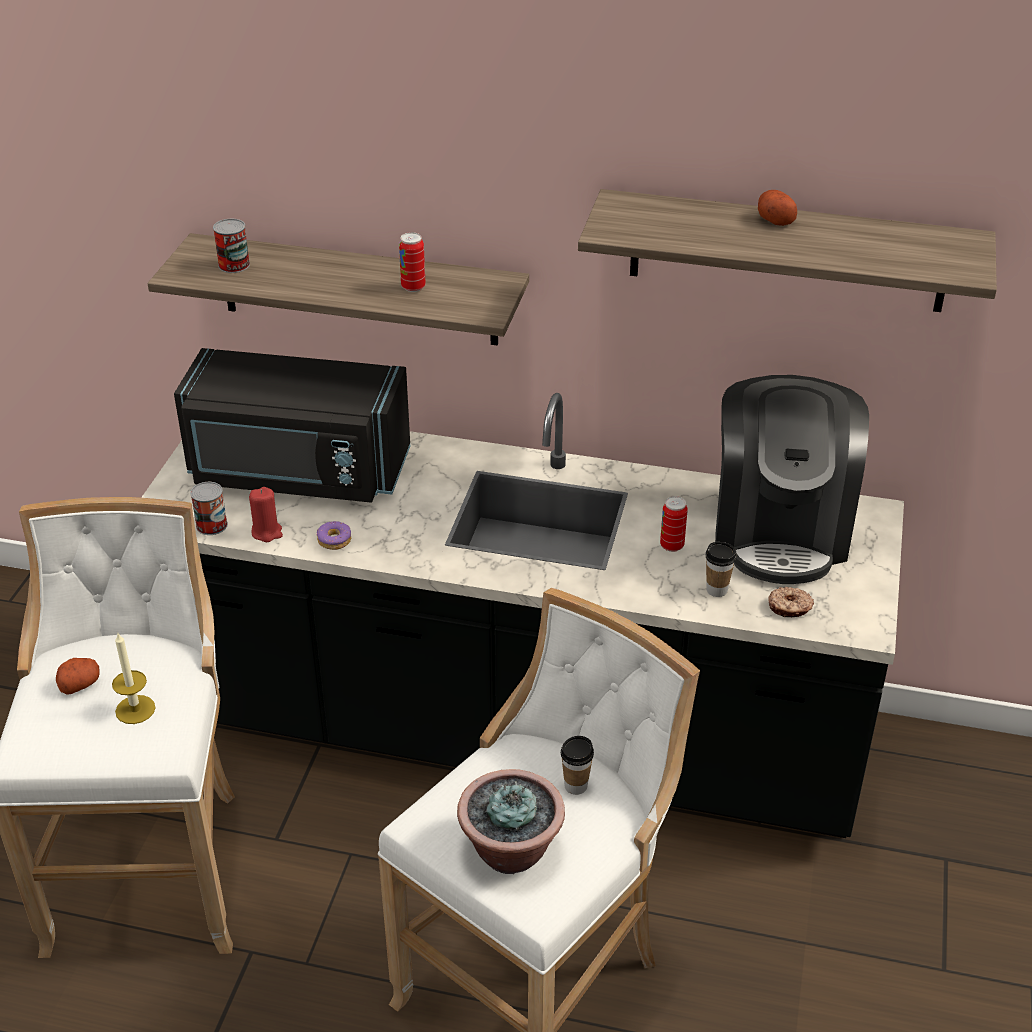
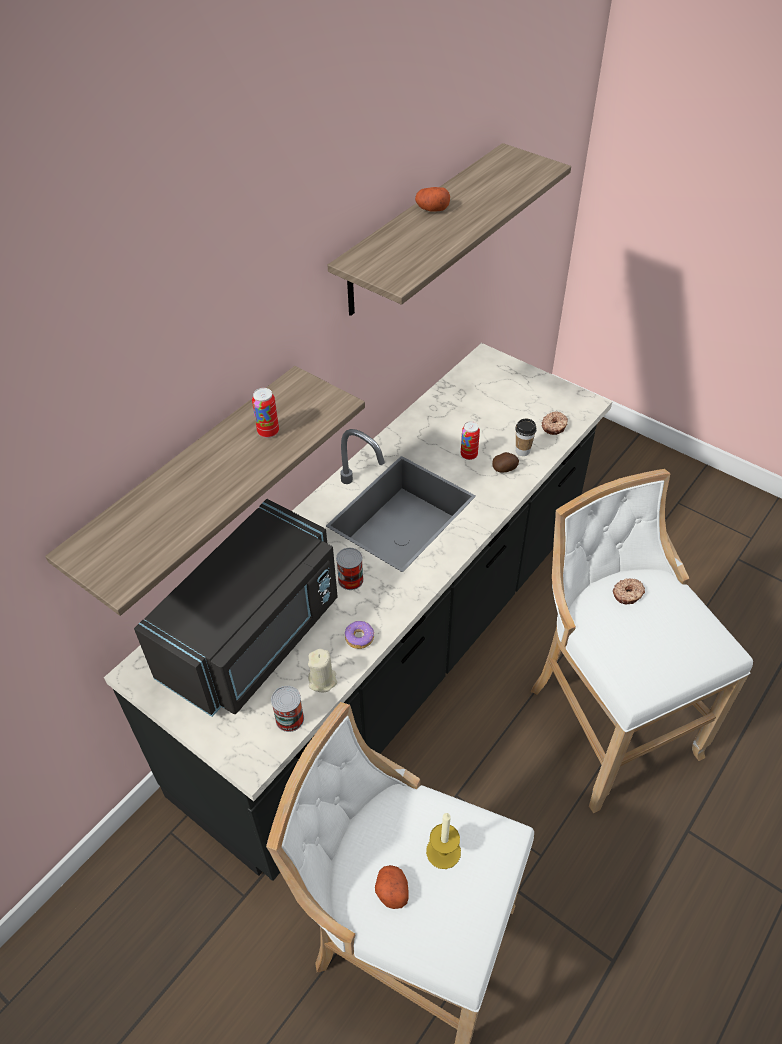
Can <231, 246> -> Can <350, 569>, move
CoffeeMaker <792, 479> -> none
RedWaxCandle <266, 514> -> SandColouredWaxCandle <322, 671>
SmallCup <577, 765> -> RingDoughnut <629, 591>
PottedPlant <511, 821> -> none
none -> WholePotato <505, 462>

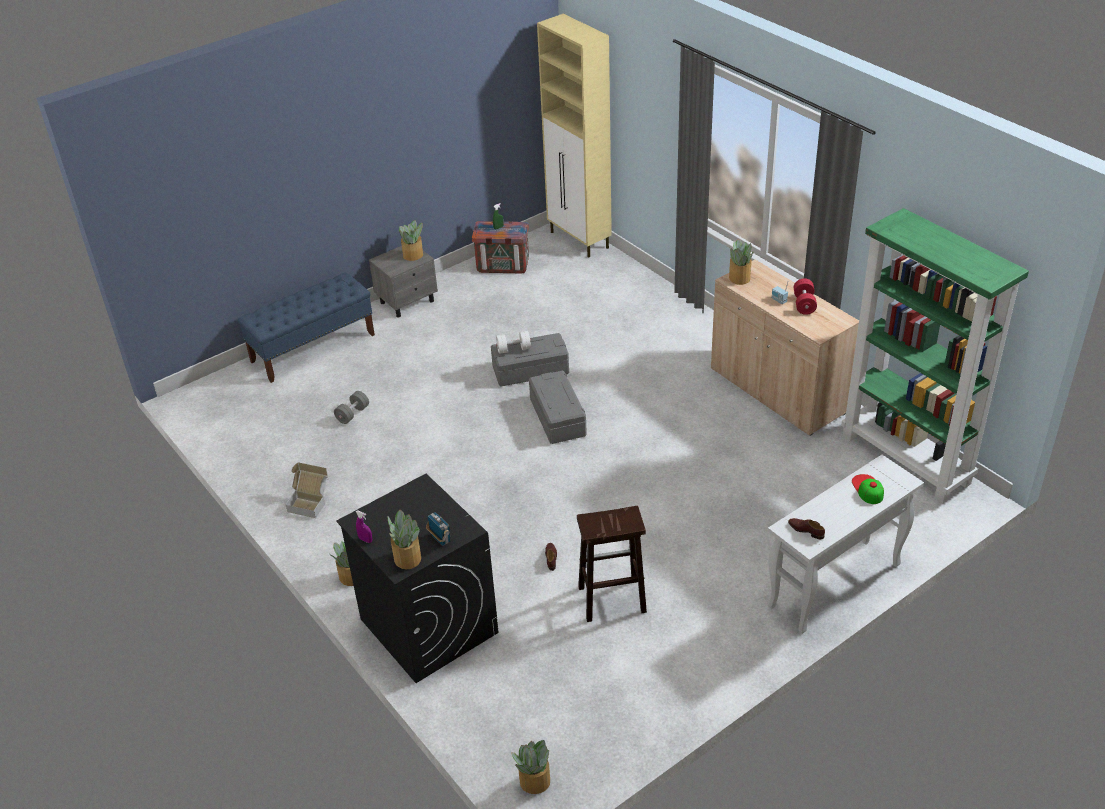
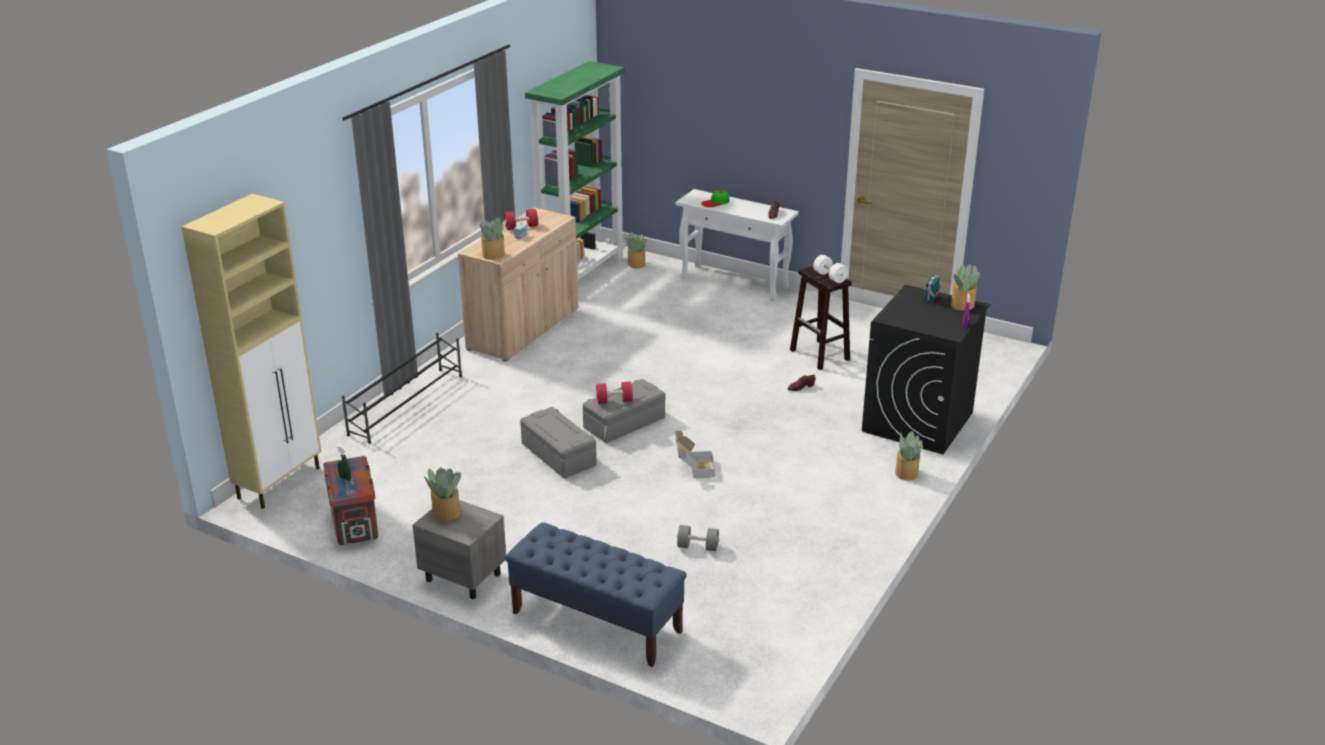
WhiteHandWeight <513, 342> -> WhiteHandWeight <830, 269>, move
PackingBox <306, 490> -> PackingBox <695, 454>, move
PottedPlant <530, 767> -> PottedPlant <636, 250>, move
none -> BlackShoeRack <402, 388>
none -> RedHandWeight <614, 392>

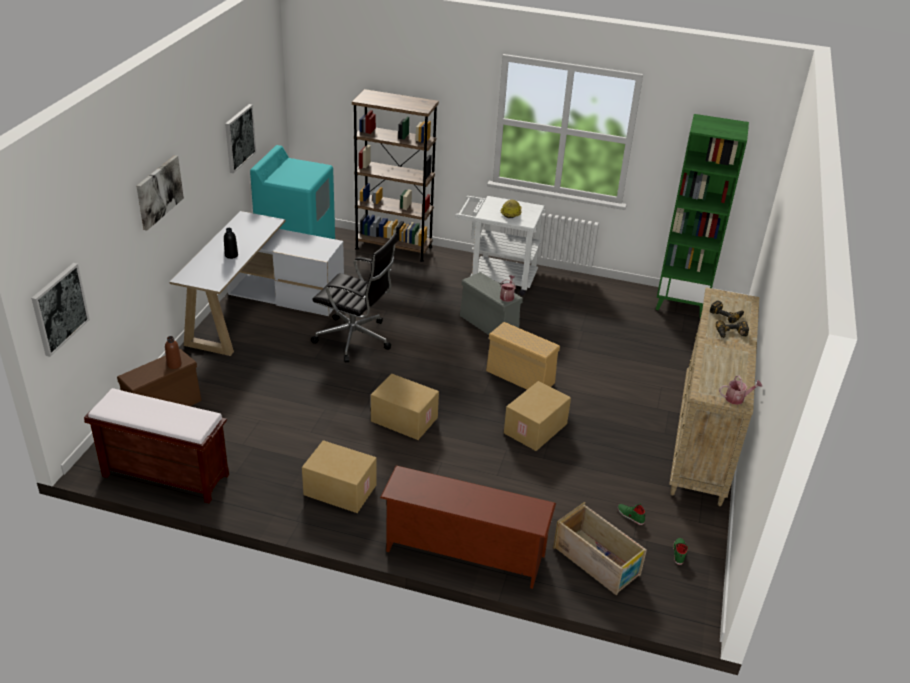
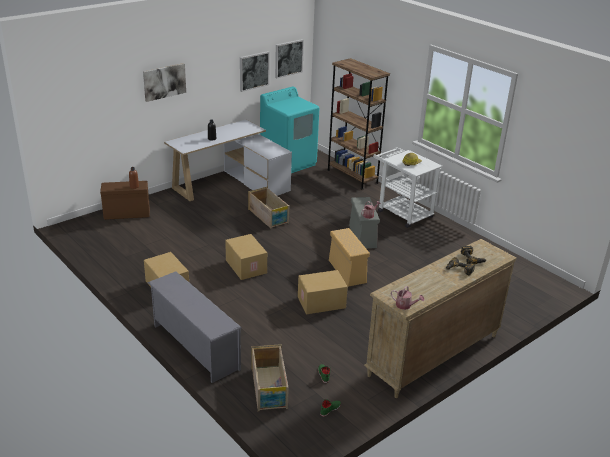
GreenColouredShelvingUnit <702, 216> -> none
BlackOfficeChair <354, 297> -> ShippingCrate <268, 208>
Picture <60, 310> -> Picture <289, 58>, move
BrownBench <156, 445> -> none
BrownShoeRack <468, 527> -> GreyishShoeRack <195, 327>

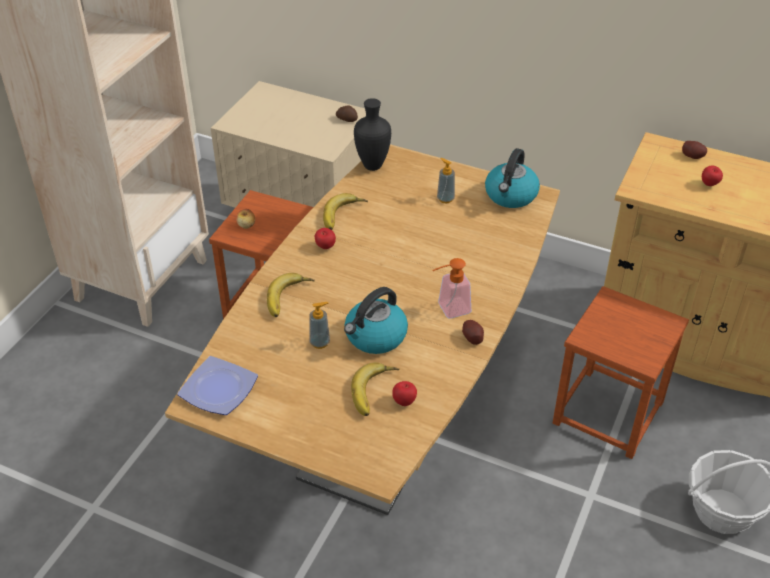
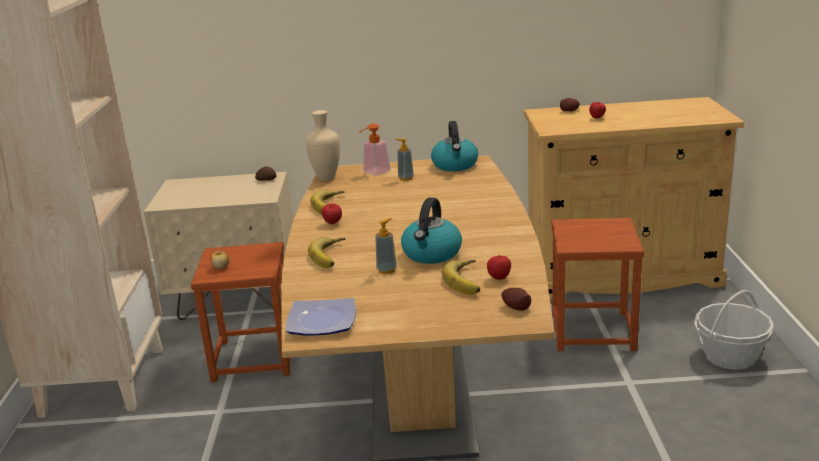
BlackFlowerVase <372, 134> -> SandColouredFlowerVase <323, 145>
LiquidSoapBottle <452, 288> -> LiquidSoapBottle <374, 149>, move
WholePotato <473, 332> -> WholePotato <516, 299>, move

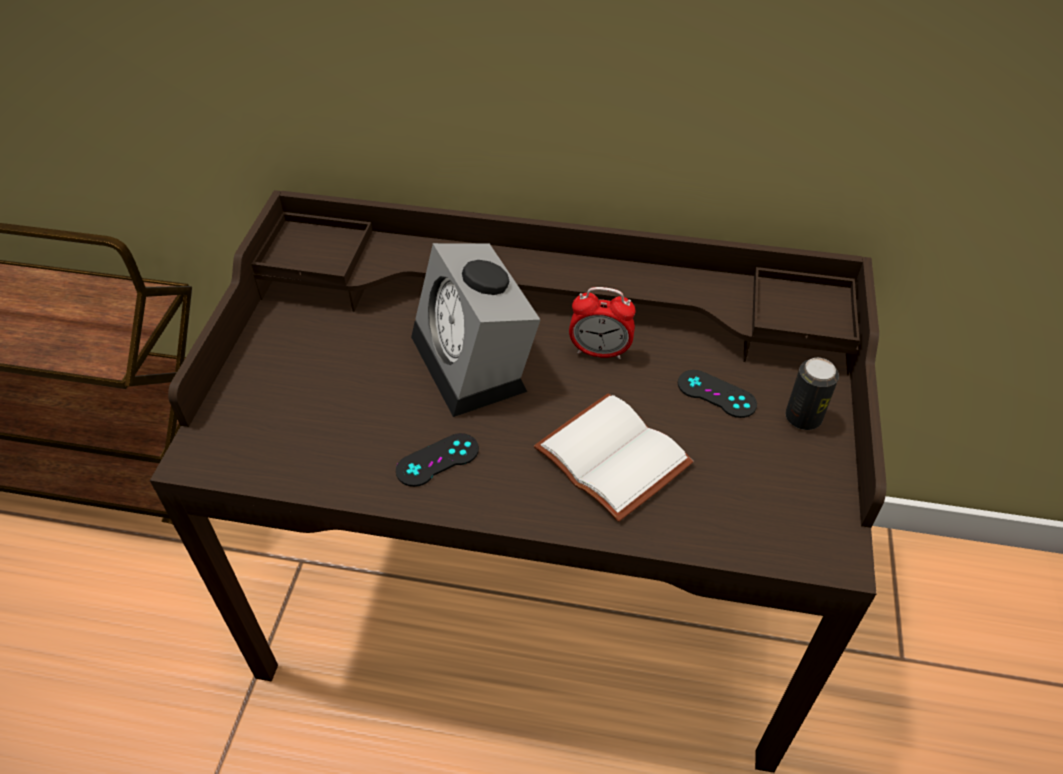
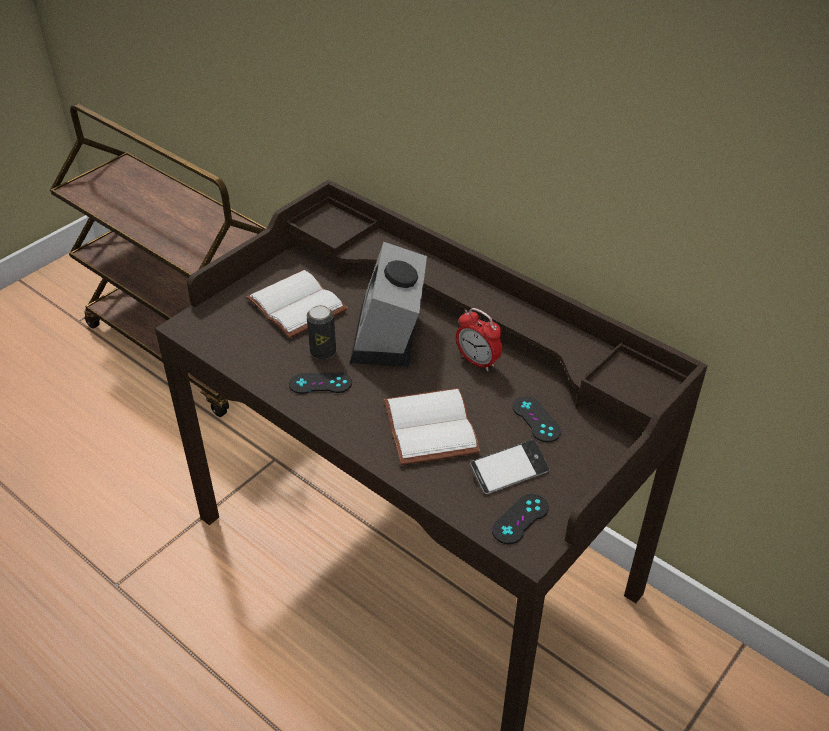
Can <812, 394> -> Can <321, 332>, move
none -> WhiteBoundBook <297, 304>
none -> Phone <509, 467>
none -> BlackGameController <520, 519>

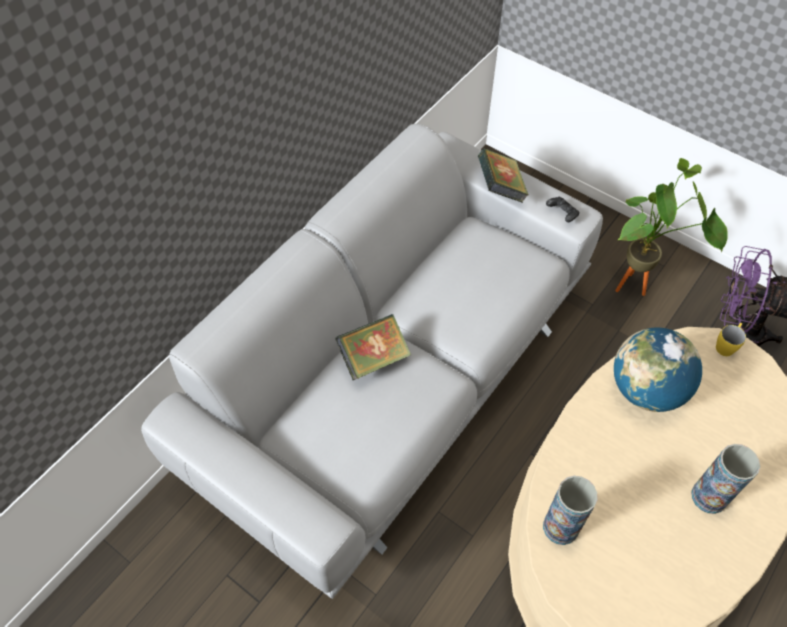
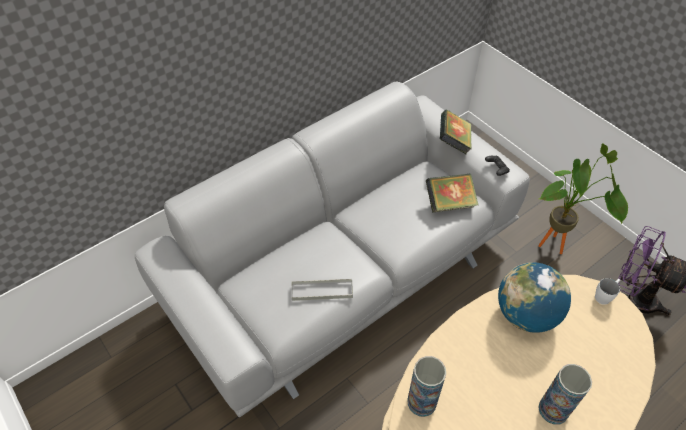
BoundBook <373, 347> -> BoundBook <452, 193>, move
YellowTeaMug <731, 339> -> WhiteTeaMug <607, 291>
none -> GreyishServingTray <322, 289>

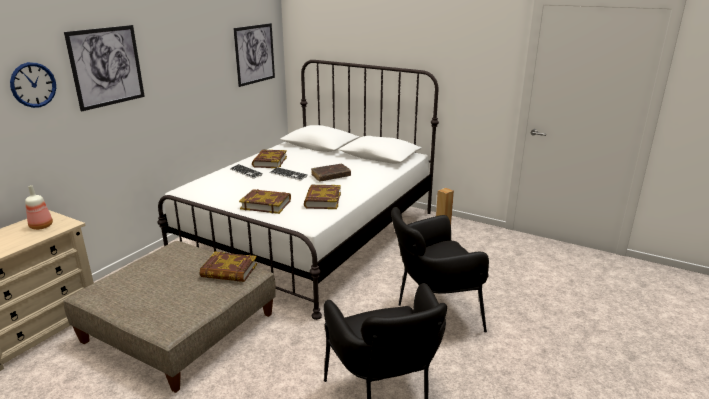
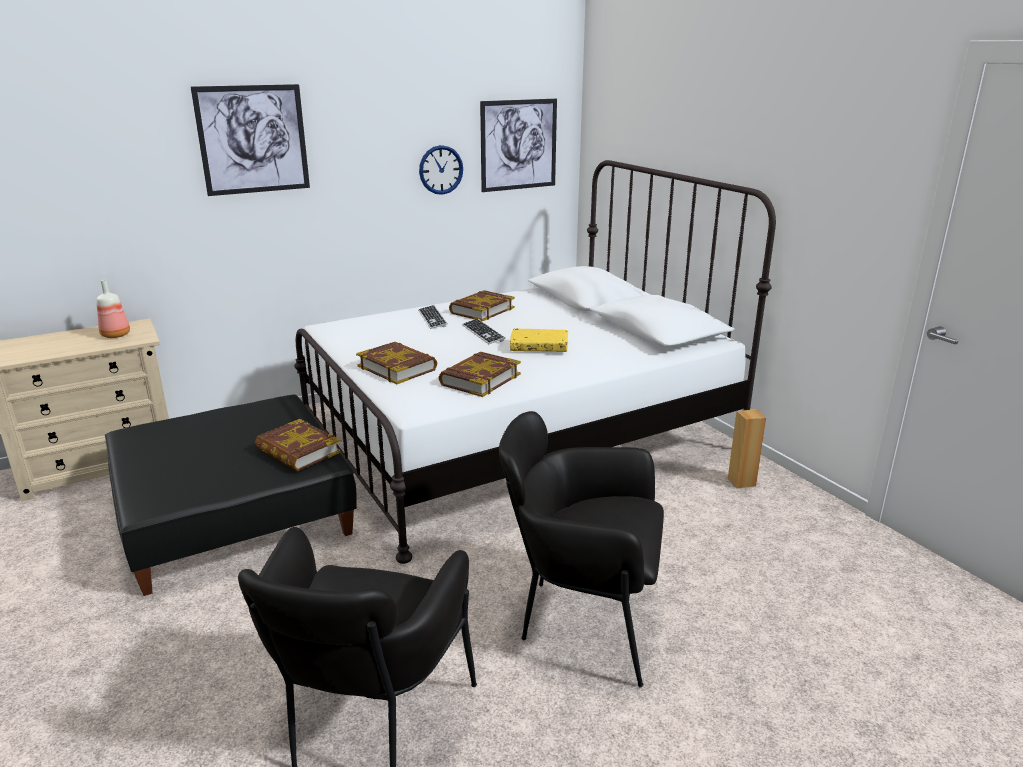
ClockOnTheWall <33, 85> -> ClockOnTheWall <441, 170>, move
BrownBoundBook <331, 172> -> YellowBoundBook <539, 340>
SandColouredFootrest <169, 317> -> BlackFootrest <231, 495>

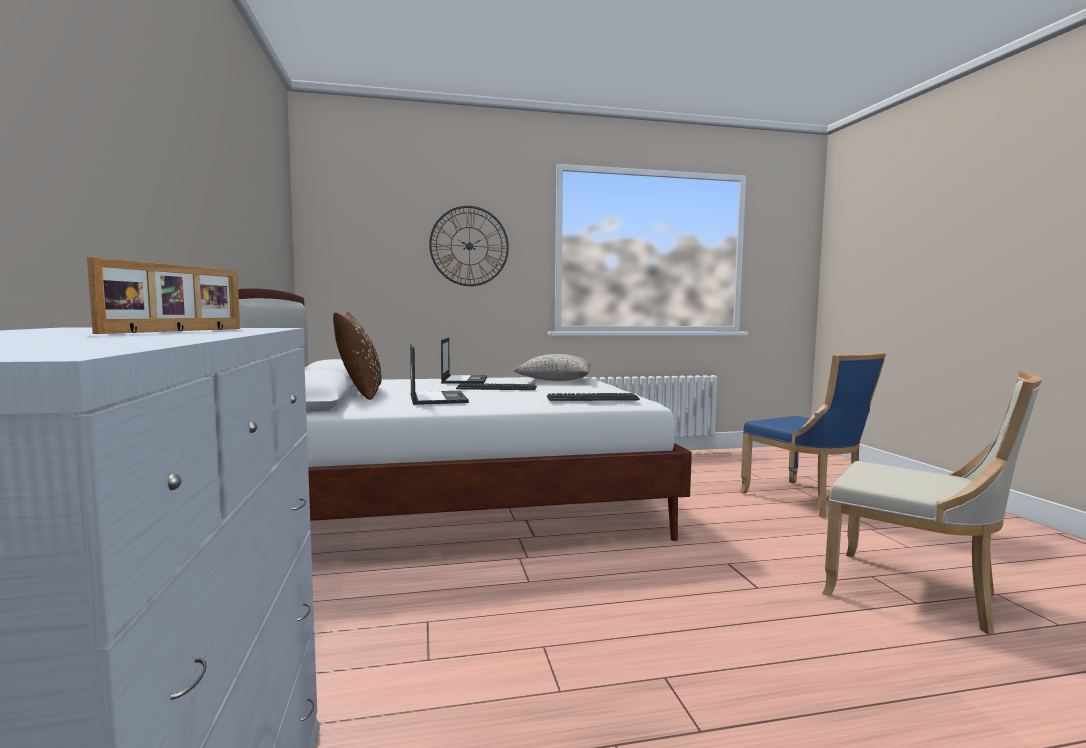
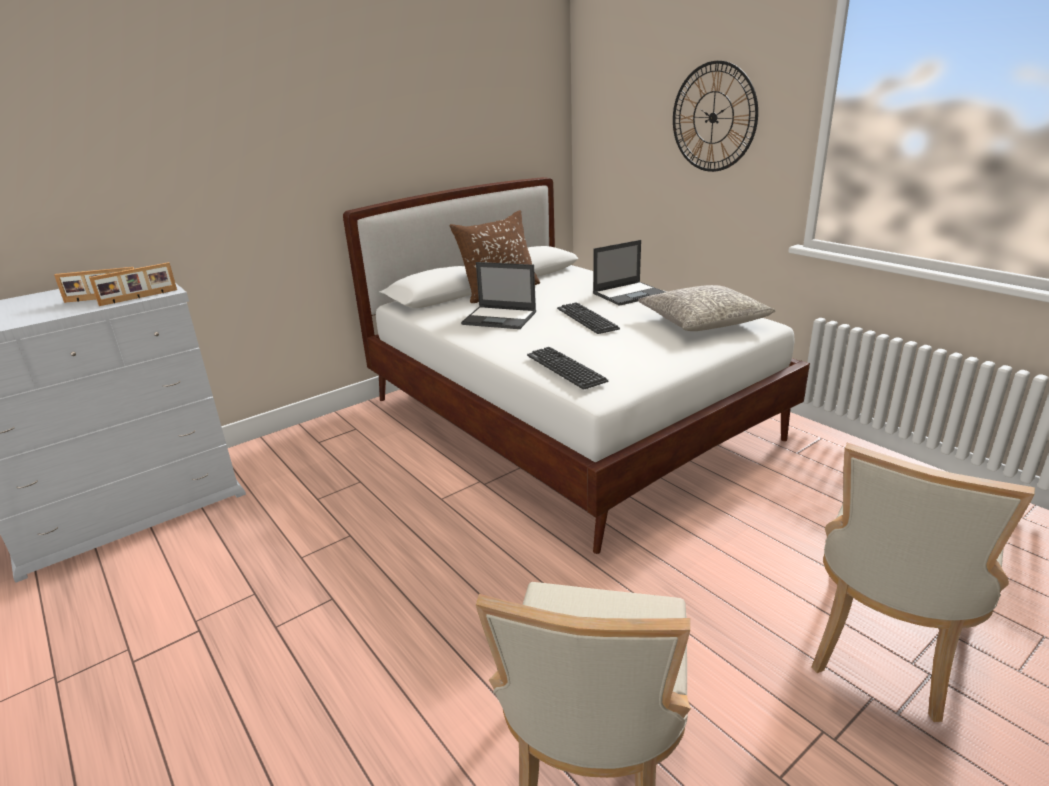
Laptop <439, 374> -> Laptop <498, 295>, 60 degrees clockwise
BluishPlainChair <812, 435> -> SandColouredPlainChair <923, 582>
none -> PictureFrame <133, 284>

